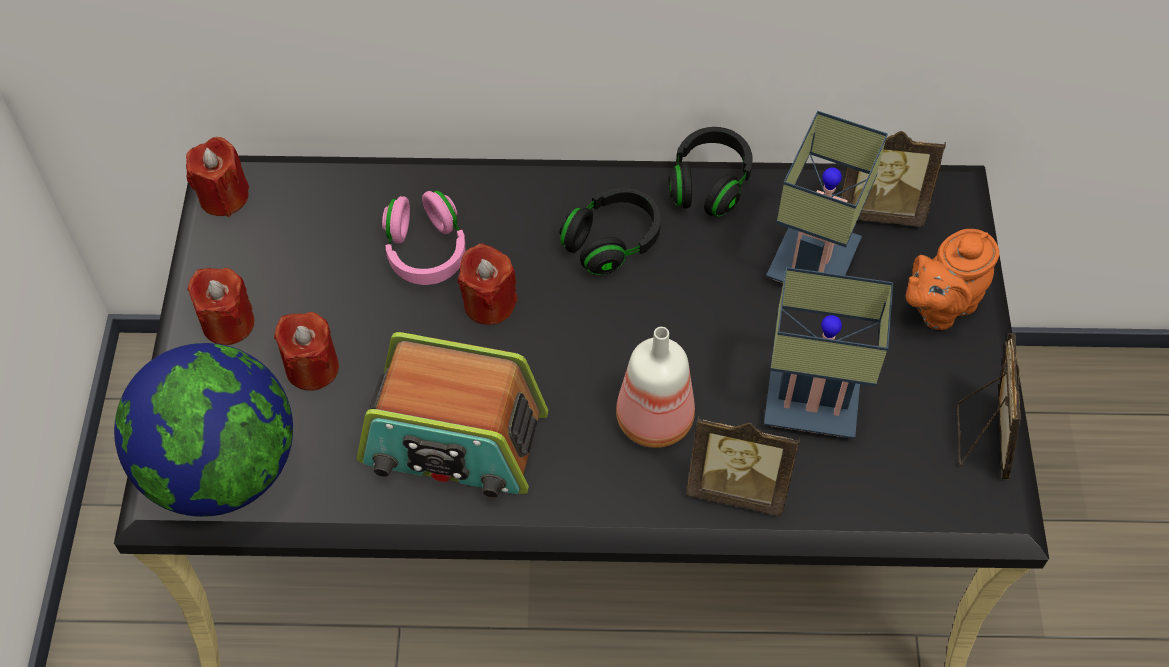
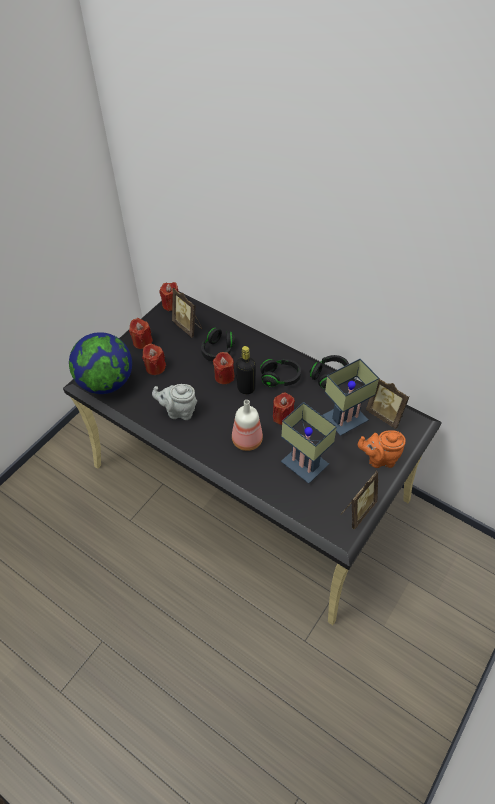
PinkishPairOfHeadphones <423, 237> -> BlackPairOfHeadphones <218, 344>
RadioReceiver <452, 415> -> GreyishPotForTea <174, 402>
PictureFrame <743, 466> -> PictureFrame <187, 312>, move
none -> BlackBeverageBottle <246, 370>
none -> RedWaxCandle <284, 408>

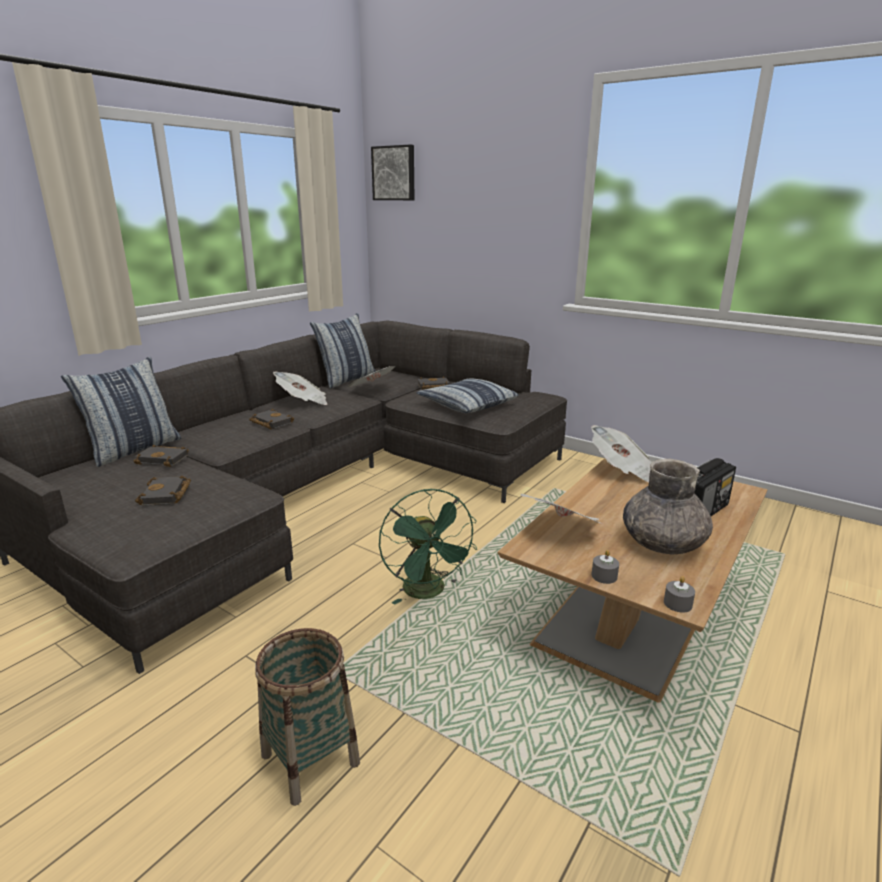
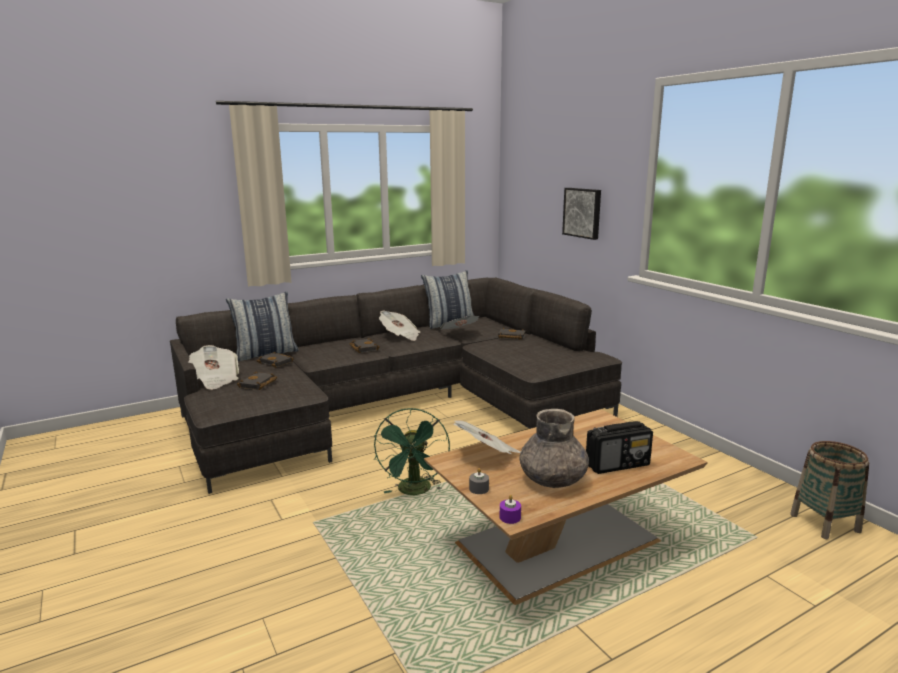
Picture <393, 172> -> Picture <581, 214>, move
Pillow <467, 396> -> none
DailyPaper <621, 453> -> DailyPaper <213, 367>, move
GreyishWaxCandle <679, 594> -> PurpleWaxCandle <510, 509>
Basket <307, 717> -> Basket <829, 490>, move

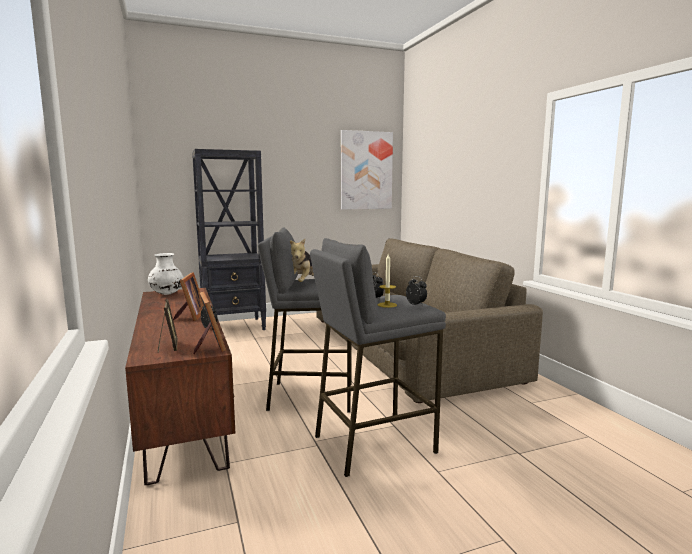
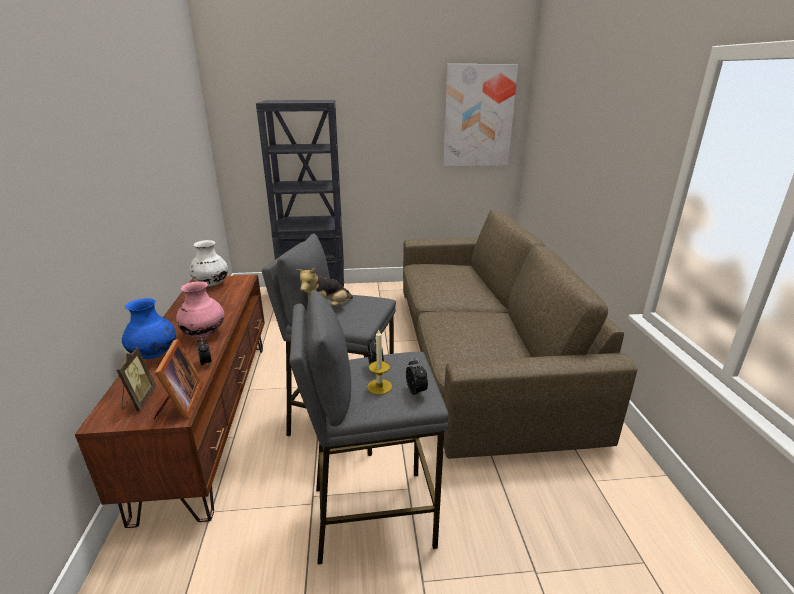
PictureFrame <188, 296> -> PinkishFlowerVase <200, 309>
none -> BluishFlowerVase <149, 328>

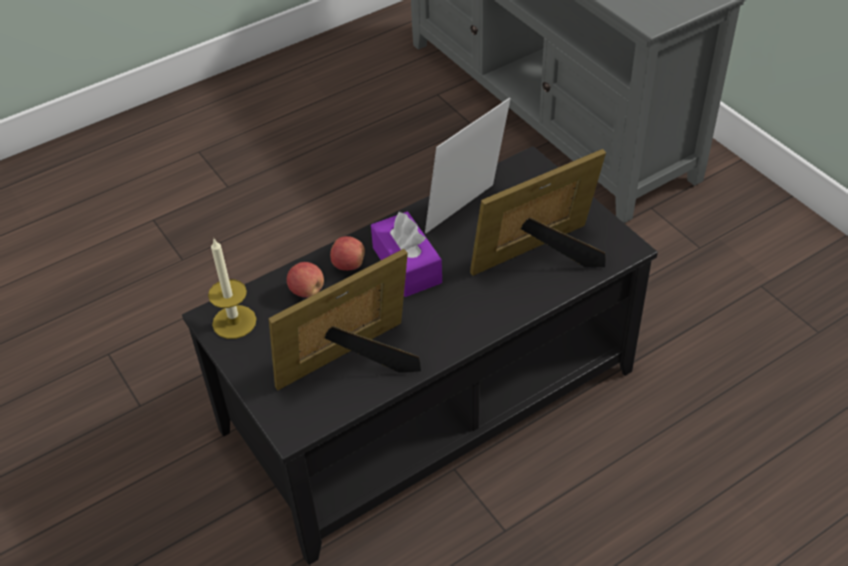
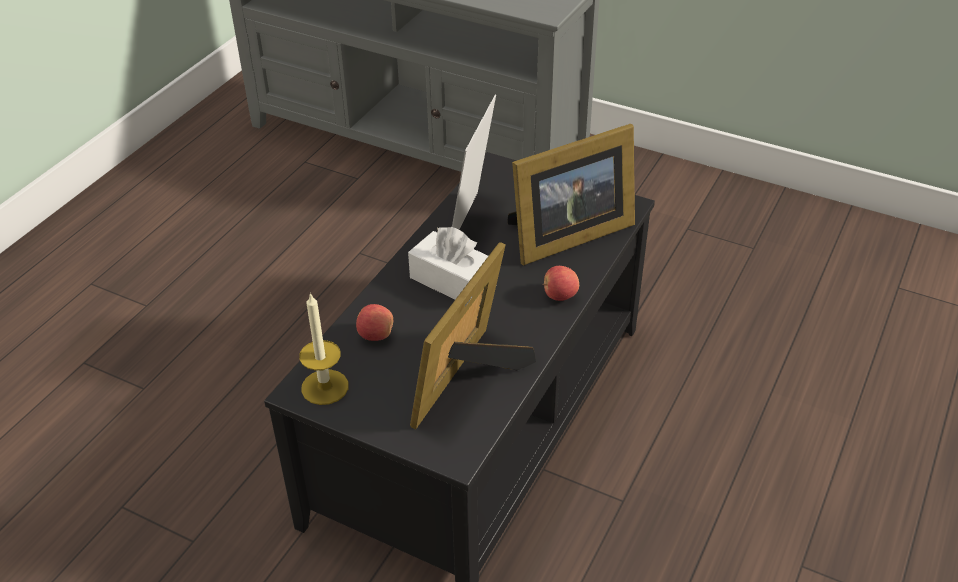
PictureFrame <538, 212> -> PictureFrame <571, 194>, 150 degrees counterclockwise
PurpleBoxOfTissues <406, 254> -> WhiteBoxOfTissues <448, 263>
WholeApple <347, 253> -> WholeApple <561, 283>, move

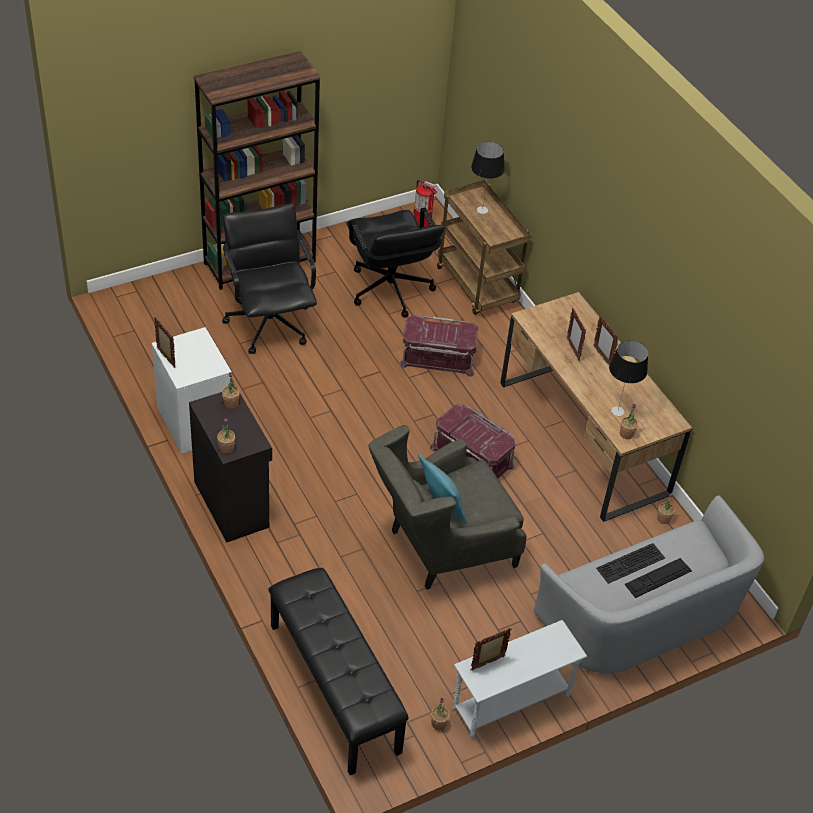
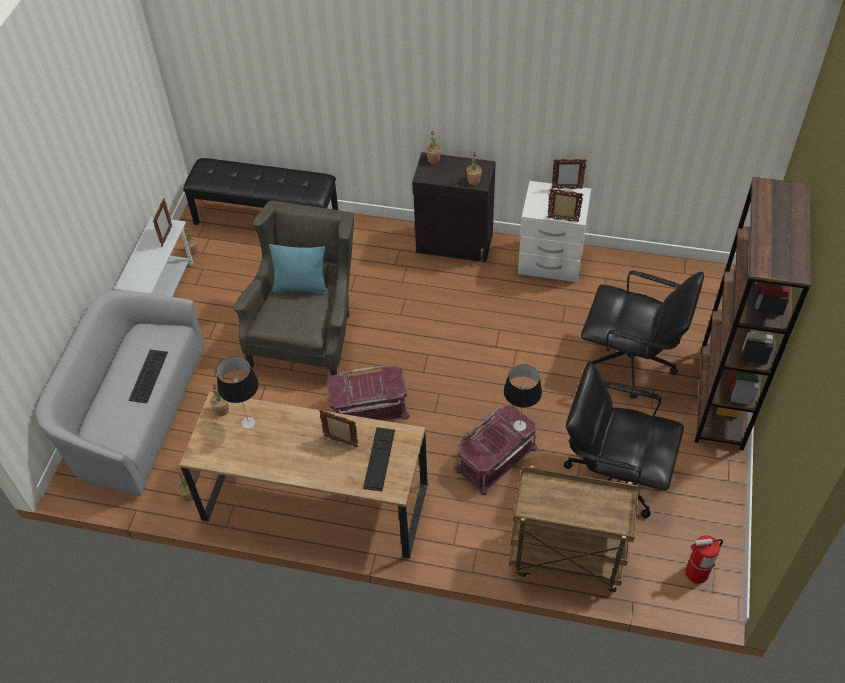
TableLamp <488, 178> -> TableLamp <523, 397>, move
PictureFrame <606, 340> -> PictureFrame <565, 205>, move
ComputerKeyboard <658, 578> -> ComputerKeyboard <379, 459>, move

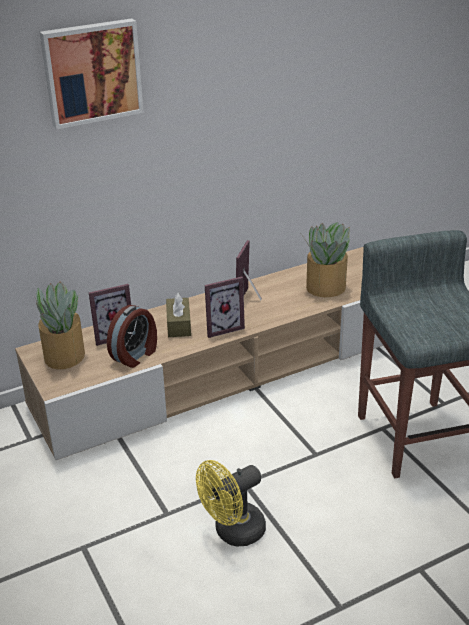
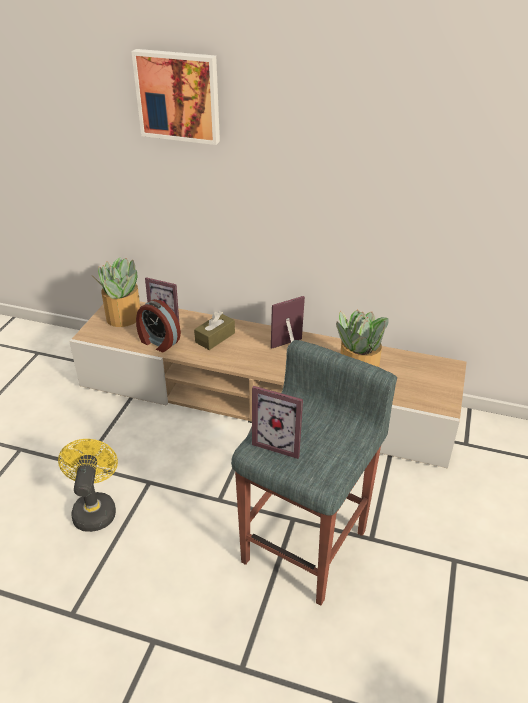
PictureFrame <225, 307> -> PictureFrame <277, 422>, move
AlarmClock <132, 336> -> AlarmClock <158, 325>, 45 degrees clockwise
YellowFan <231, 503> -> YellowFan <88, 485>, 75 degrees clockwise

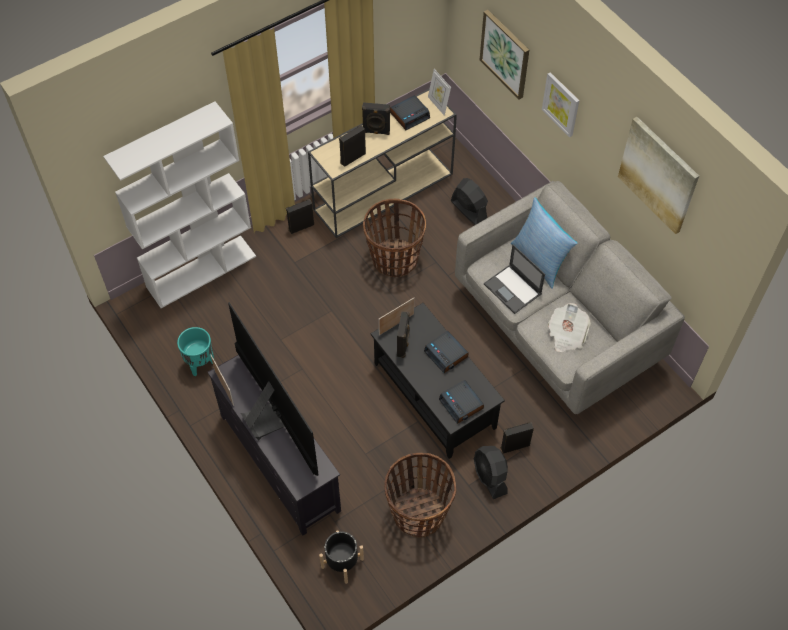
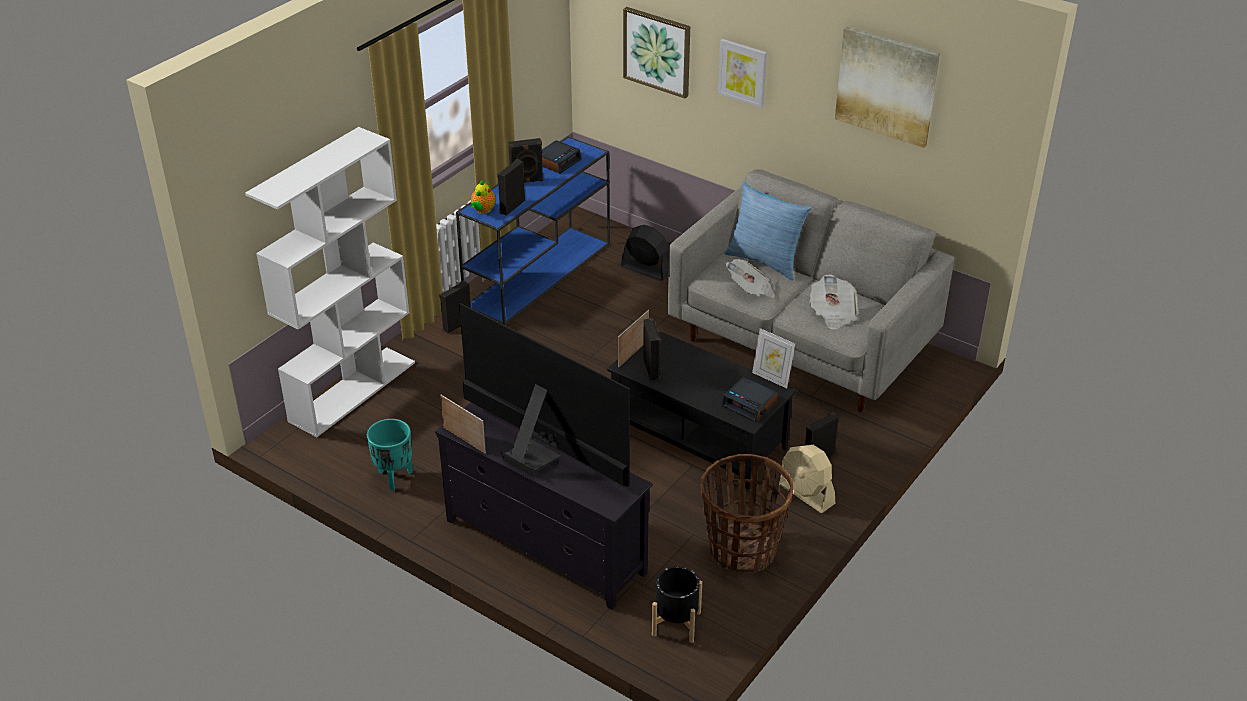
PictureFrame <439, 92> -> PictureFrame <773, 358>, move
SandColouredConsoleTable <382, 163> -> BluishConsoleTable <533, 231>
Basket <394, 238> -> none
Laptop <514, 279> -> DailyPaper <750, 278>
AlarmClock <446, 352> -> none
BlackFan <491, 472> -> SandColouredFan <807, 479>
none -> PotForTea <483, 197>

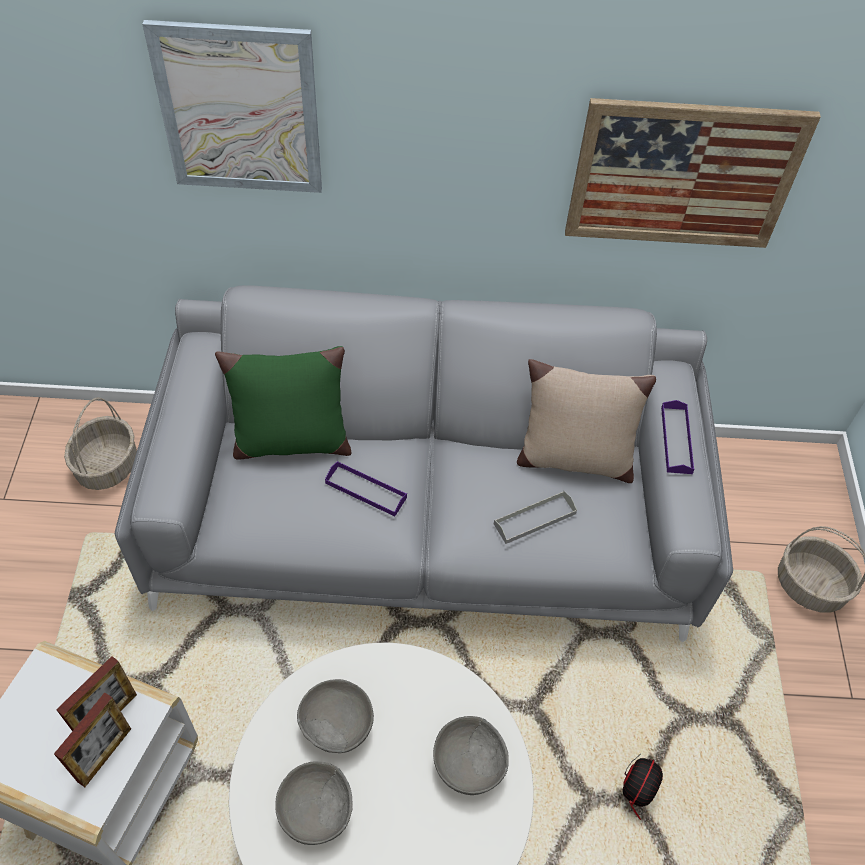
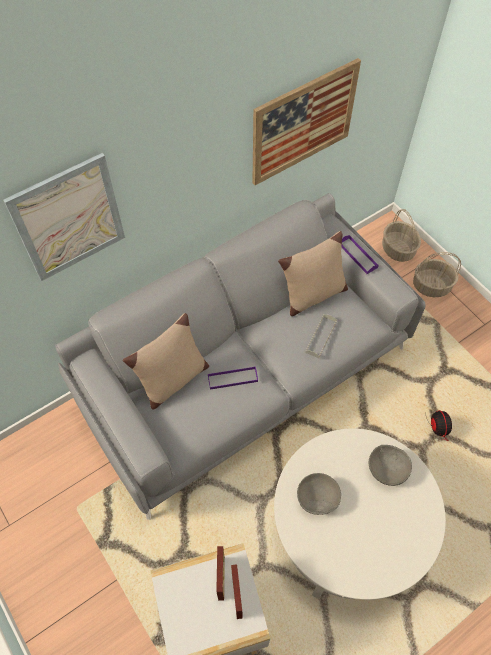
GreenColouredPillow <283, 403> -> SandColouredPillow <166, 361>
Basket <100, 443> -> Basket <401, 235>, move
GreyishDeepDish <314, 803> -> none

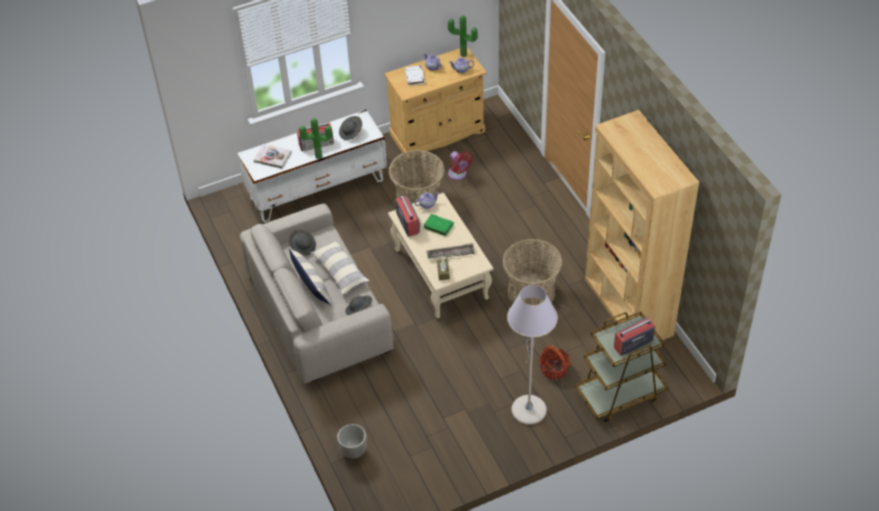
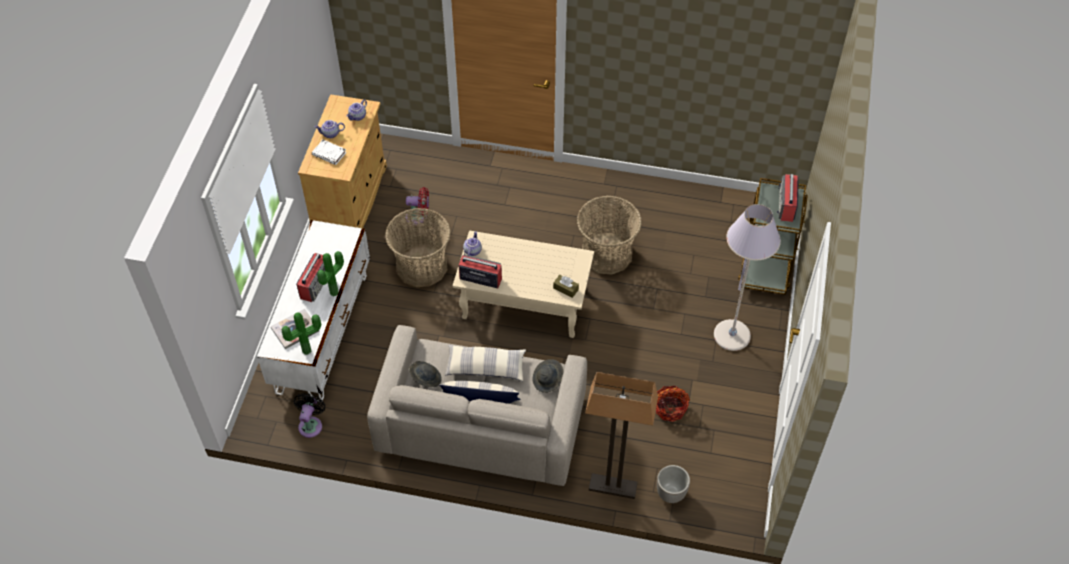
PottedPlant <463, 36> -> PottedPlant <301, 333>, move
BrownShelvingUnit <642, 225> -> none
GreyishWearableHat <350, 128> -> none
GreenColouredBoundBook <438, 225> -> none
ServingTray <451, 251> -> none
Basket <554, 362> -> Basket <673, 404>, move
none -> StandardLamp <621, 435>
none -> BlackFan <309, 415>

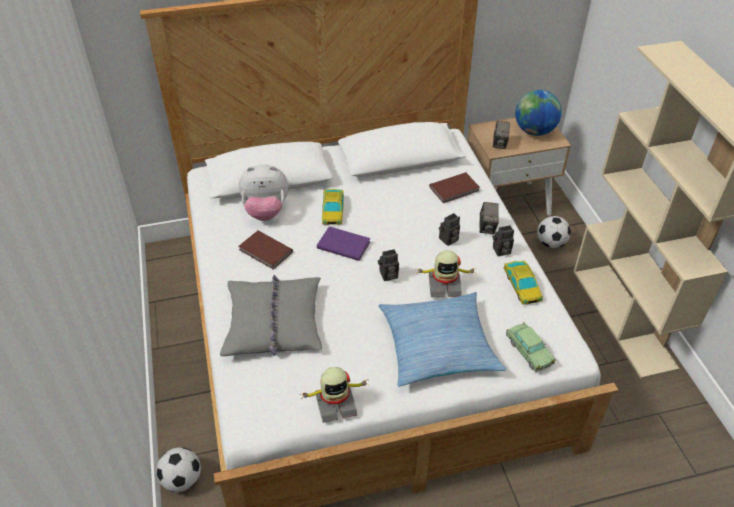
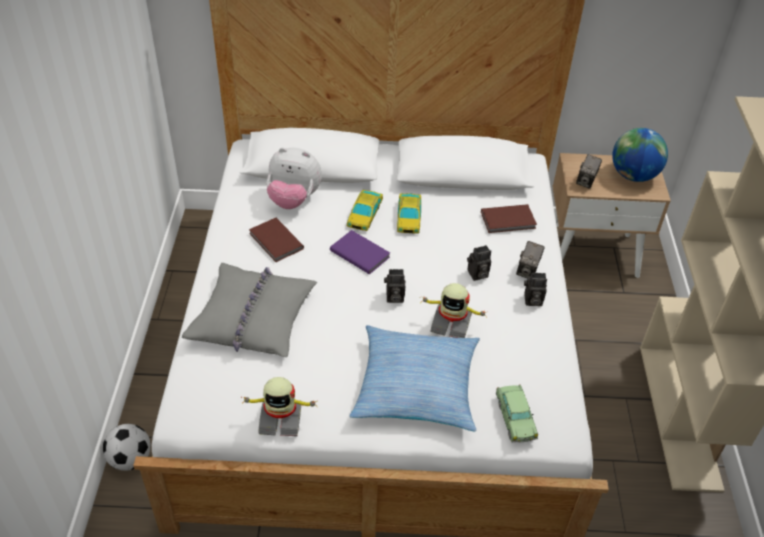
FootballBall <554, 232> -> none
ModelCar <523, 283> -> ModelCar <409, 213>, move

